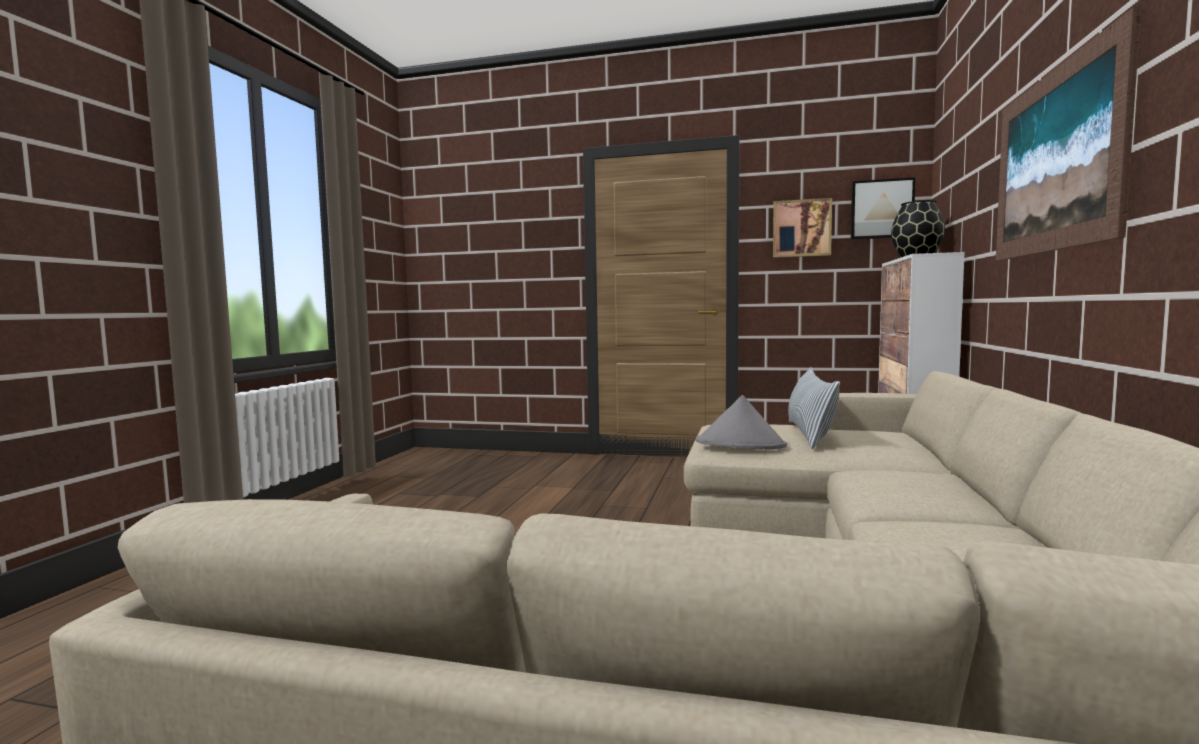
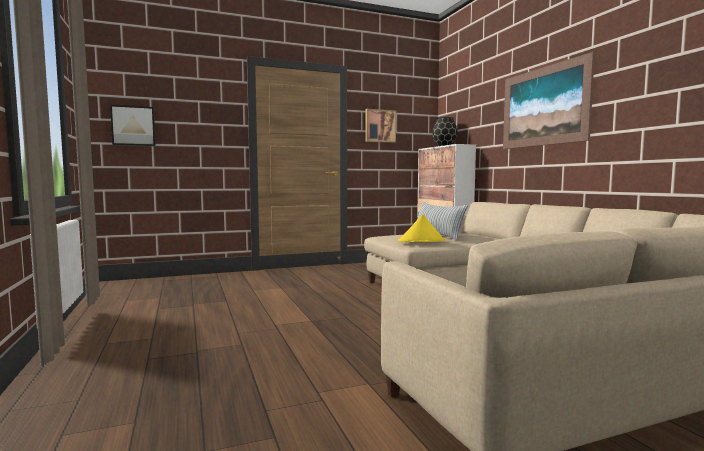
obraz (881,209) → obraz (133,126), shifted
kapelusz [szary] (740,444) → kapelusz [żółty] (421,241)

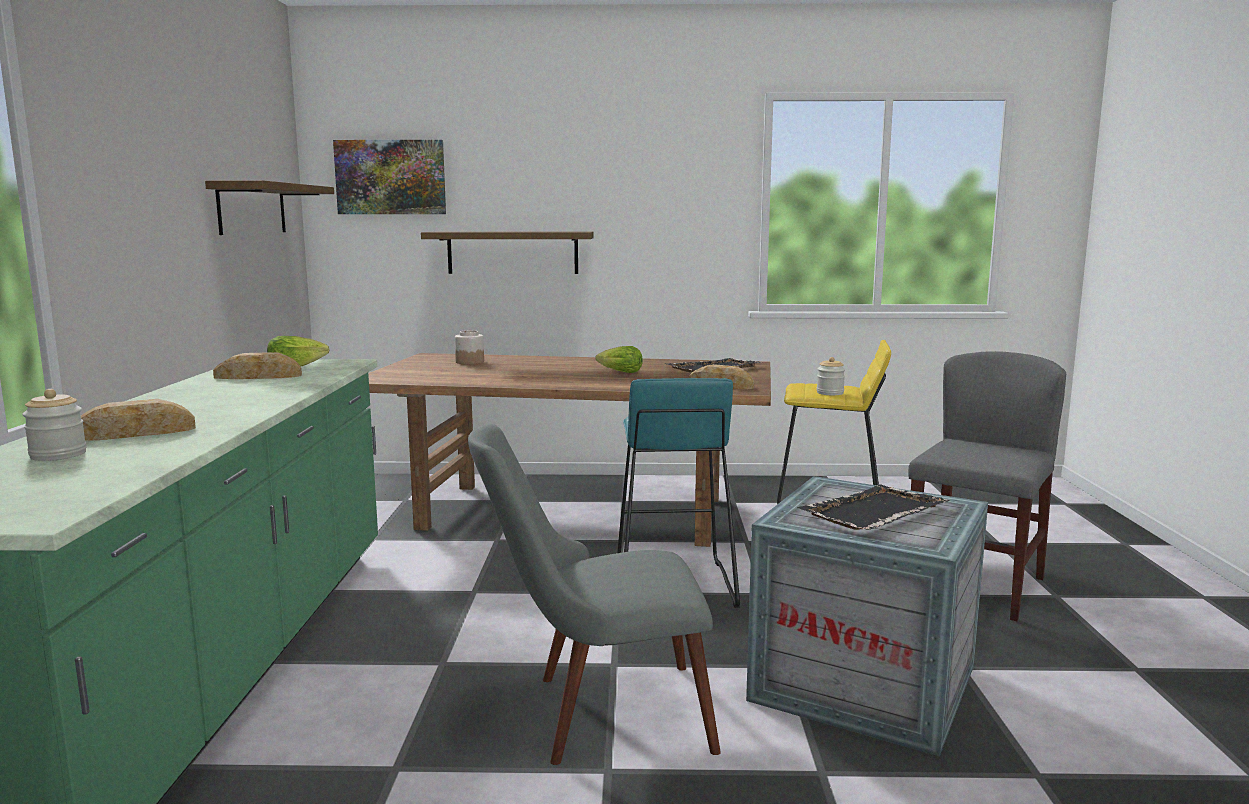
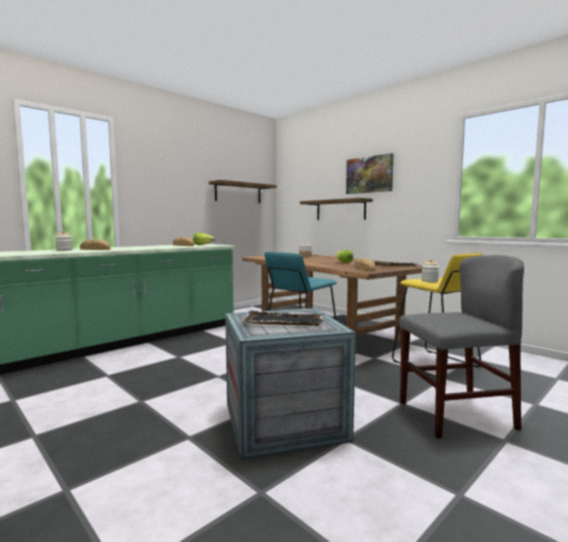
krzesło [szary] (596,714) → -
obraz (391,177) → obraz (369,174), shifted

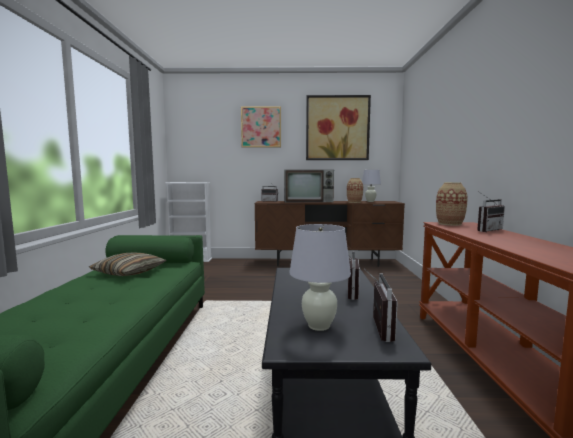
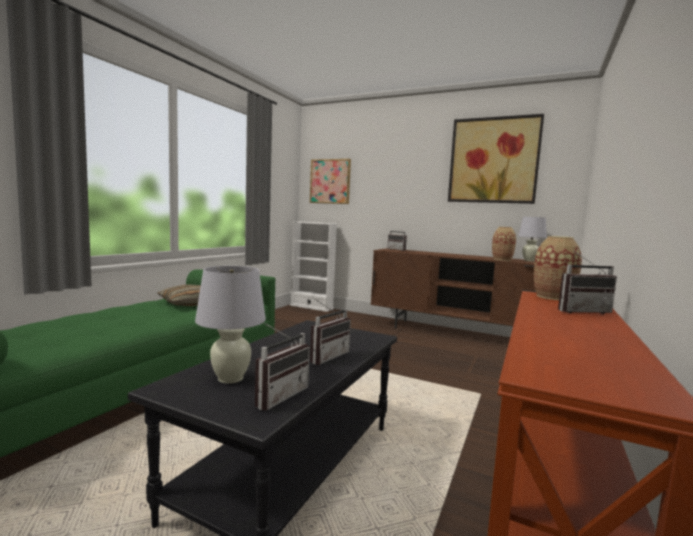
telewizor (309,201) → -
obraz (261,127) → obraz (330,181), shifted

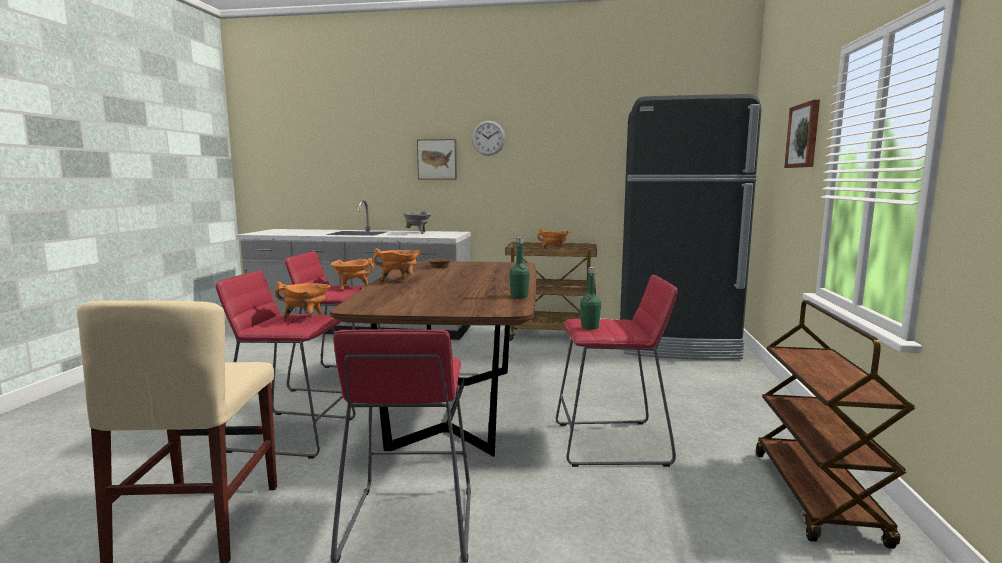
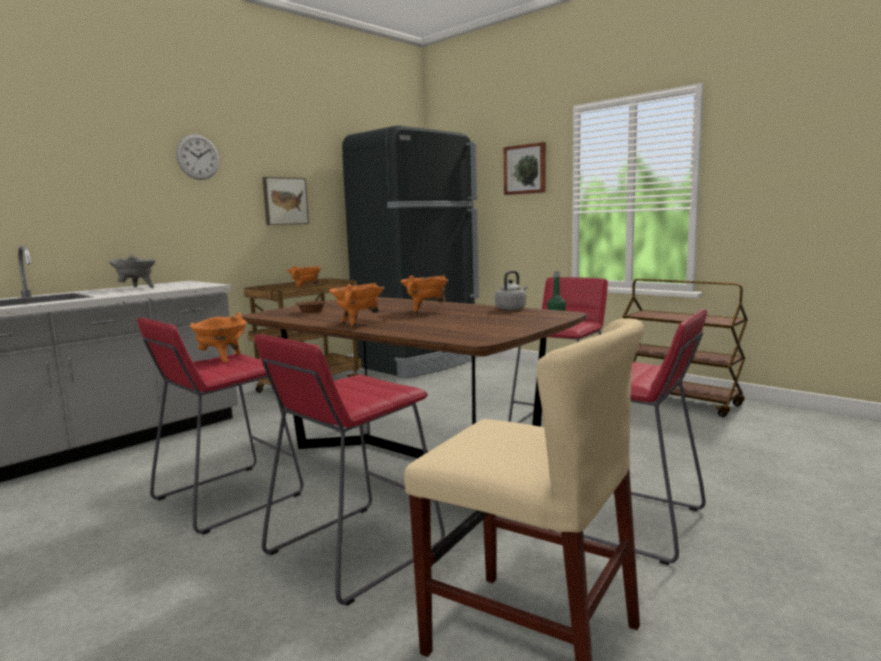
garnek [pomarańczowy] (306,318) → garnek [pomarańczowy] (425,311), shifted
obraz (437,159) → obraz (284,201), shifted
butelka [zielony] (519,296) → czajnik [szary] (512,309)

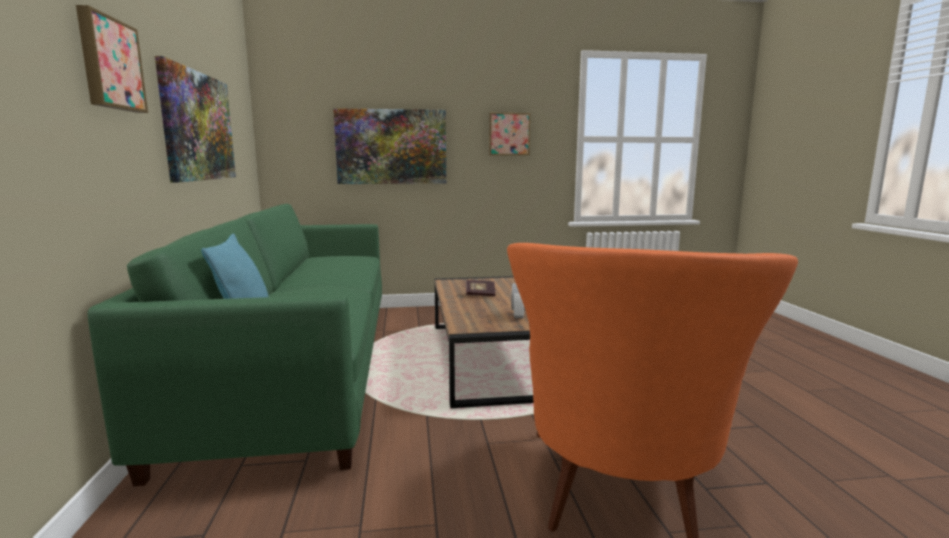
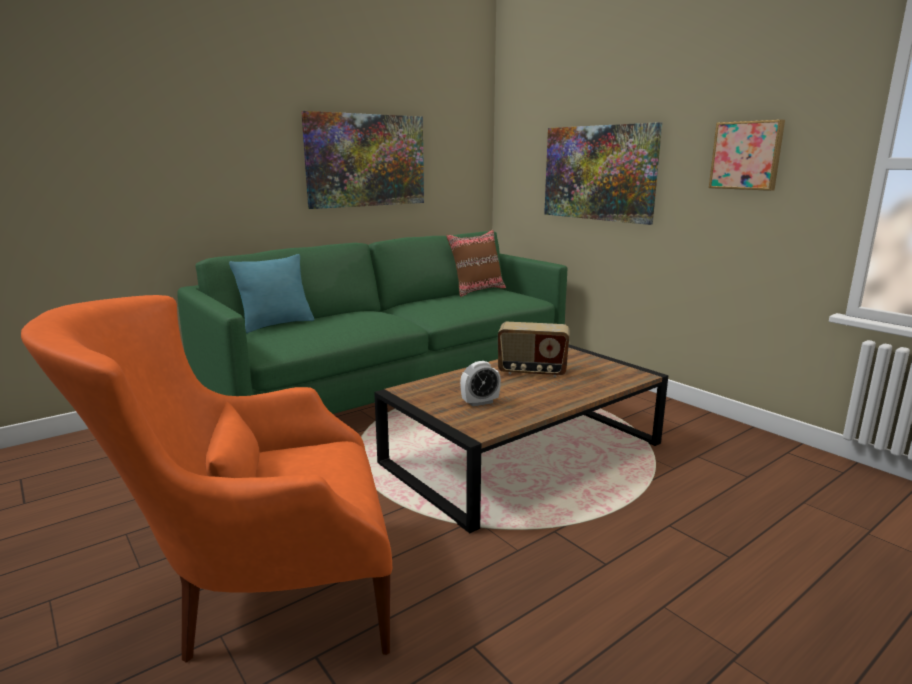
obraz (109,64) → -
- → poduszka [brązowy] (477,290)
książka (480,294) → radio (532,371)

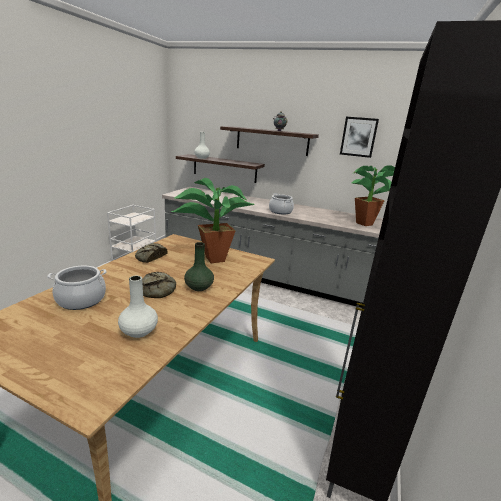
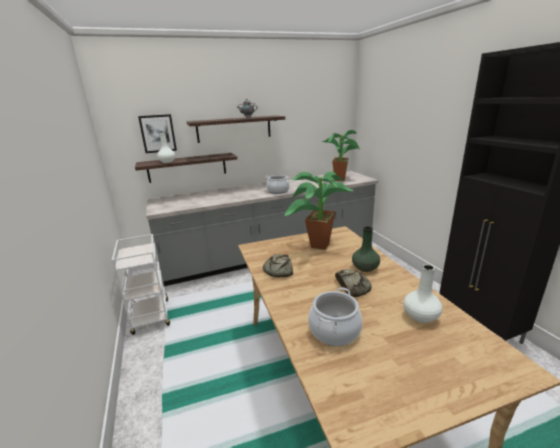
obraz (358,137) → obraz (158,133), shifted

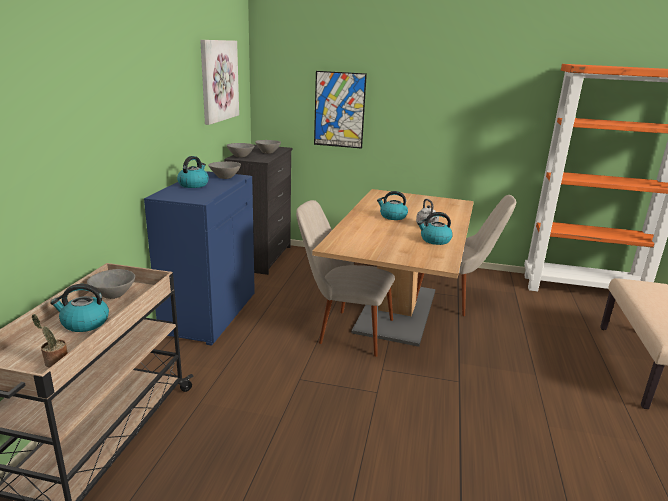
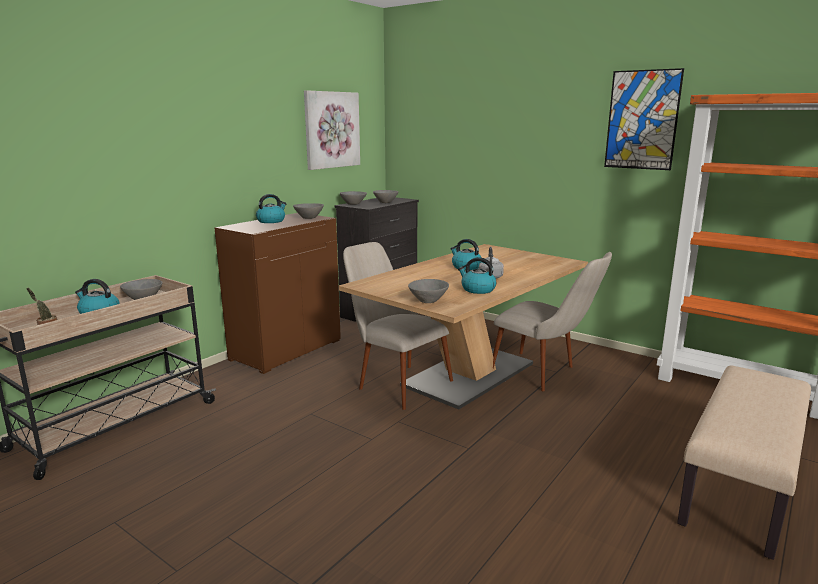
- → miska [szary] (427,301)
obraz (339,110) → obraz (642,120), shifted
szafka [niebieski] (209,314) → szafka [brązowy] (286,349)

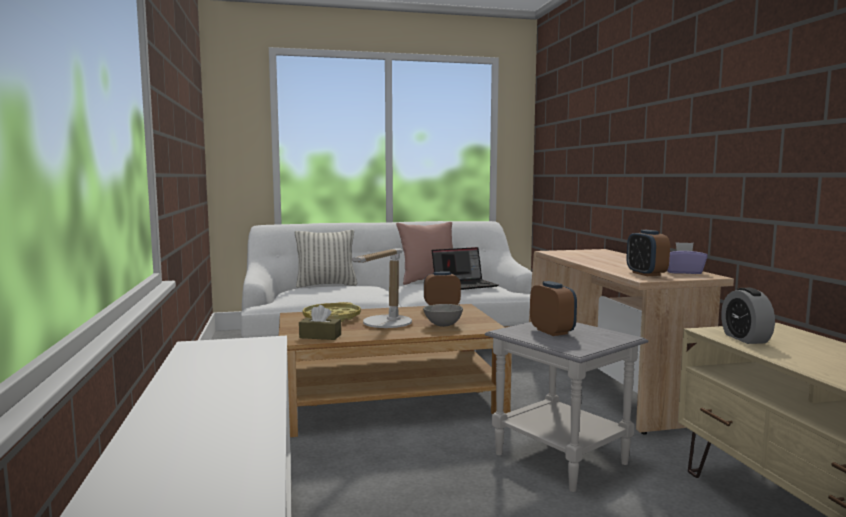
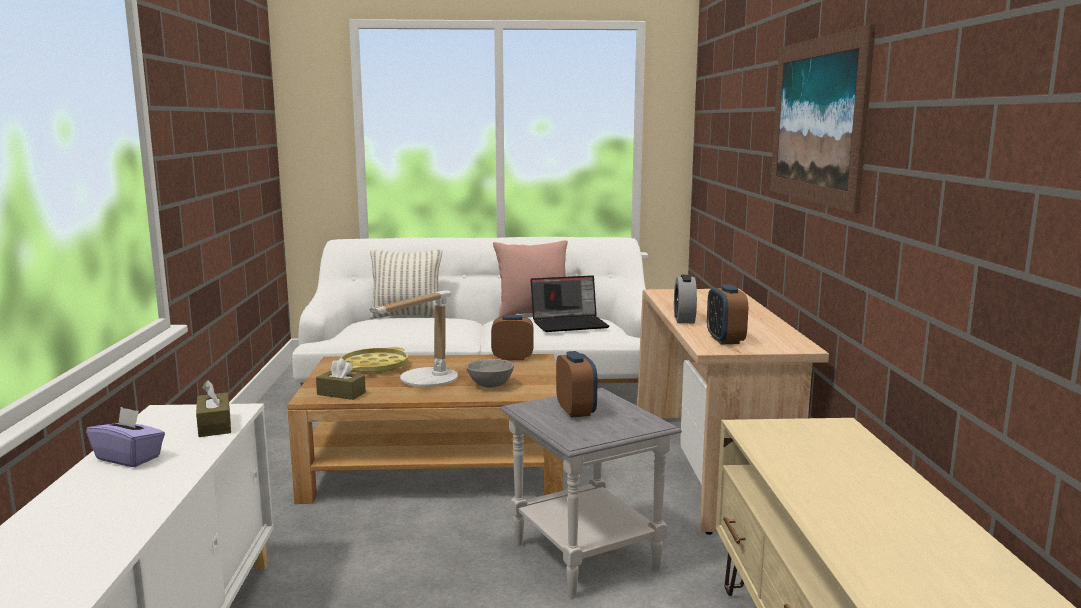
- → pudełko chusteczek [brązowy] (214,425)
- → obraz (816,120)
pudełko chusteczek [fioletowy] (683,272) → pudełko chusteczek [fioletowy] (129,458), shifted
budzik (745,338) → budzik (684,319), shifted

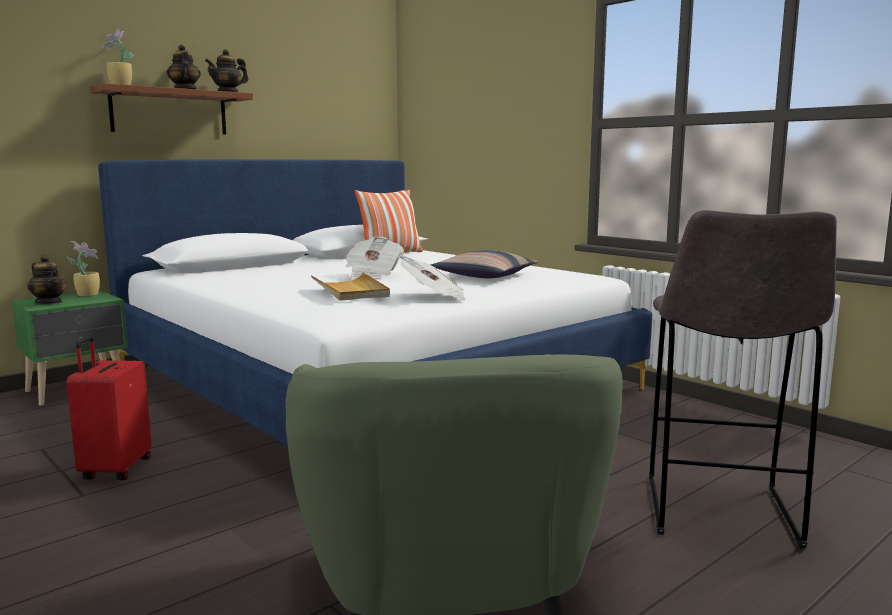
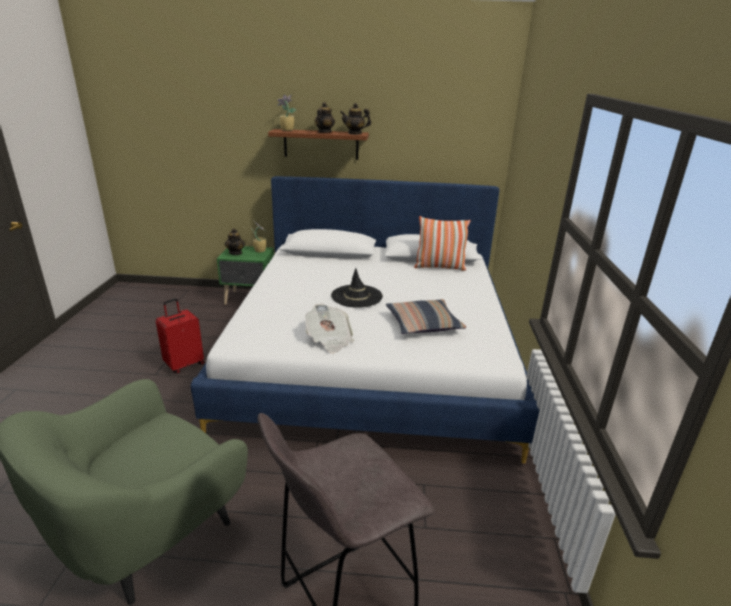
taca [beżowy] (350,290) → -
gazeta (372,275) → kapelusz [czarny] (356,296)

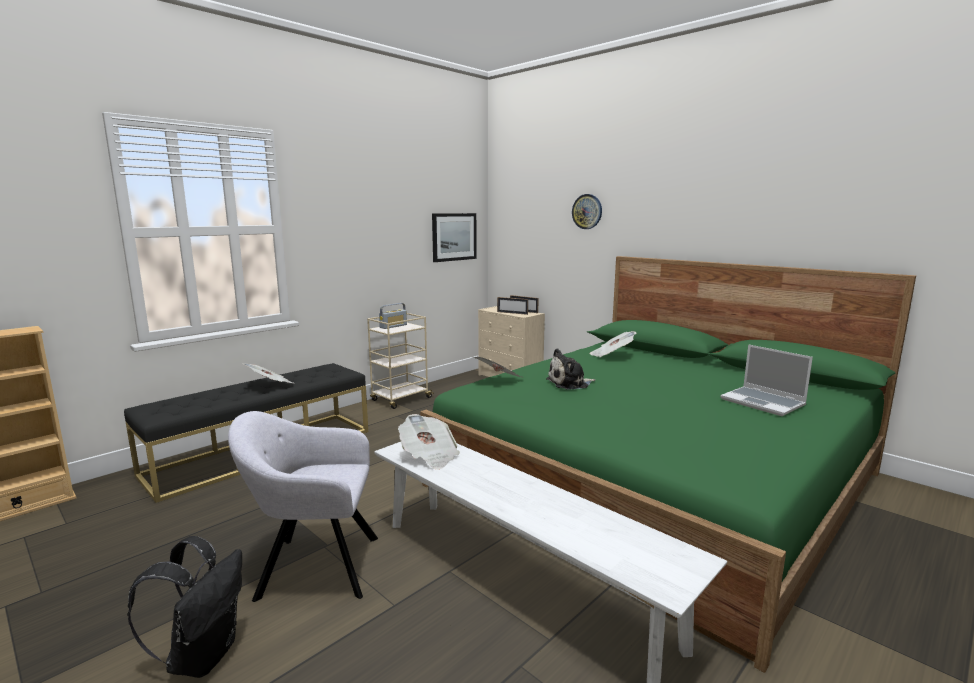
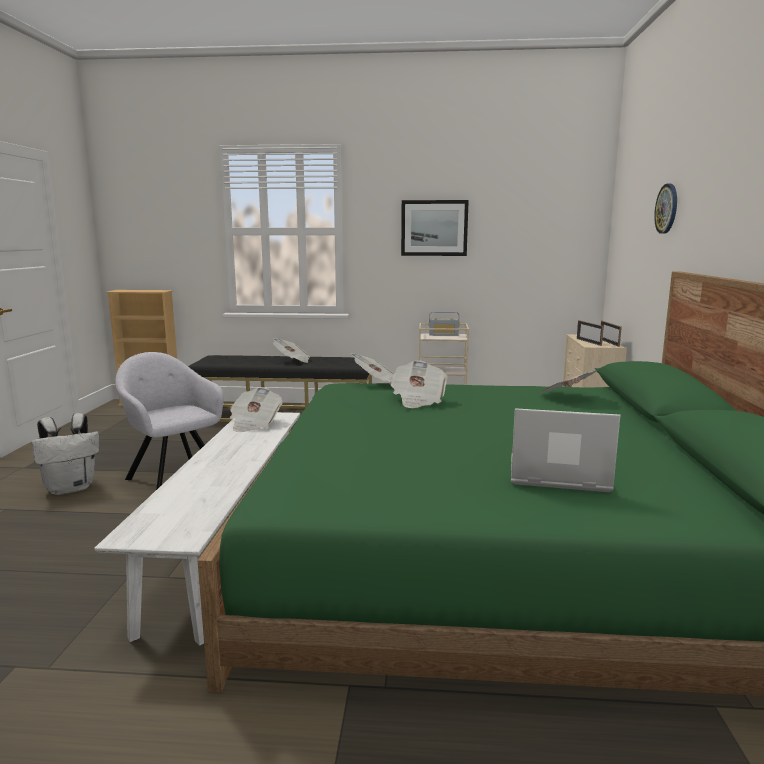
obraz (454,237) → obraz (434,228), shifted
pluszak (570,383) → gazeta (418,400)
plecak [czarny] (203,655) → plecak [biały] (71,488)
laptop (764,402) → laptop (557,475), 90 degrees clockwise

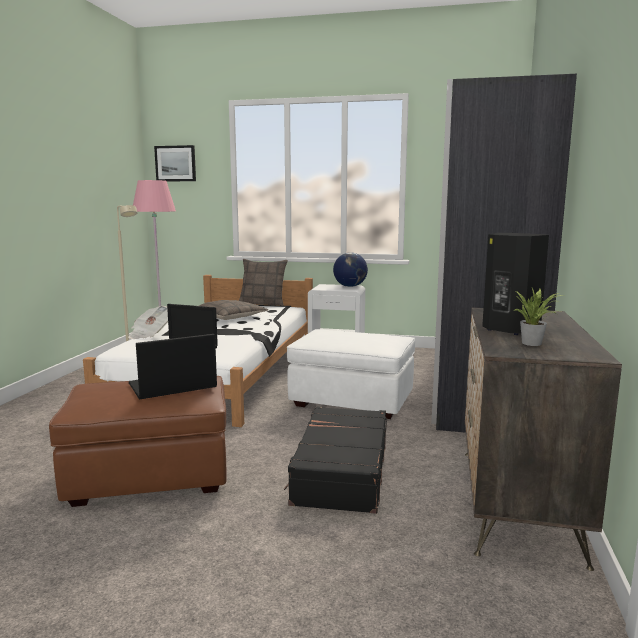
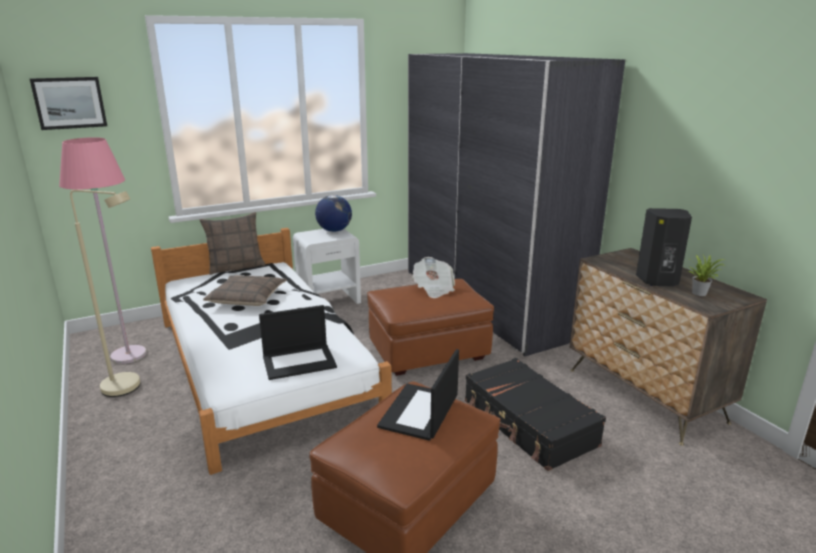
gazeta (150,334) → gazeta (433,289), shifted
pufa [biały] (352,400) → pufa [brązowy] (428,351)

